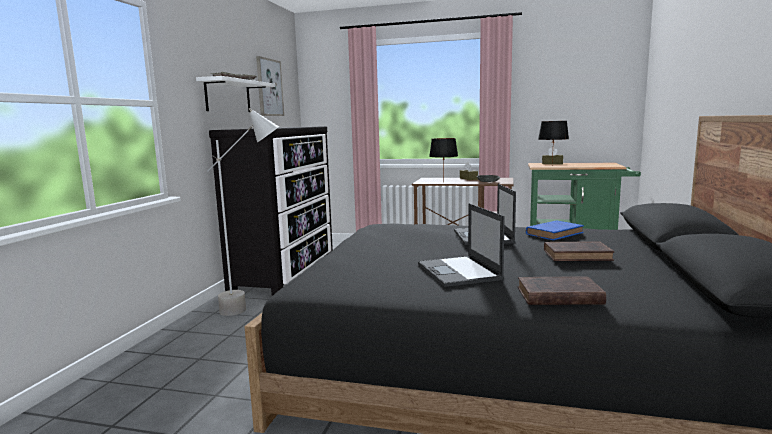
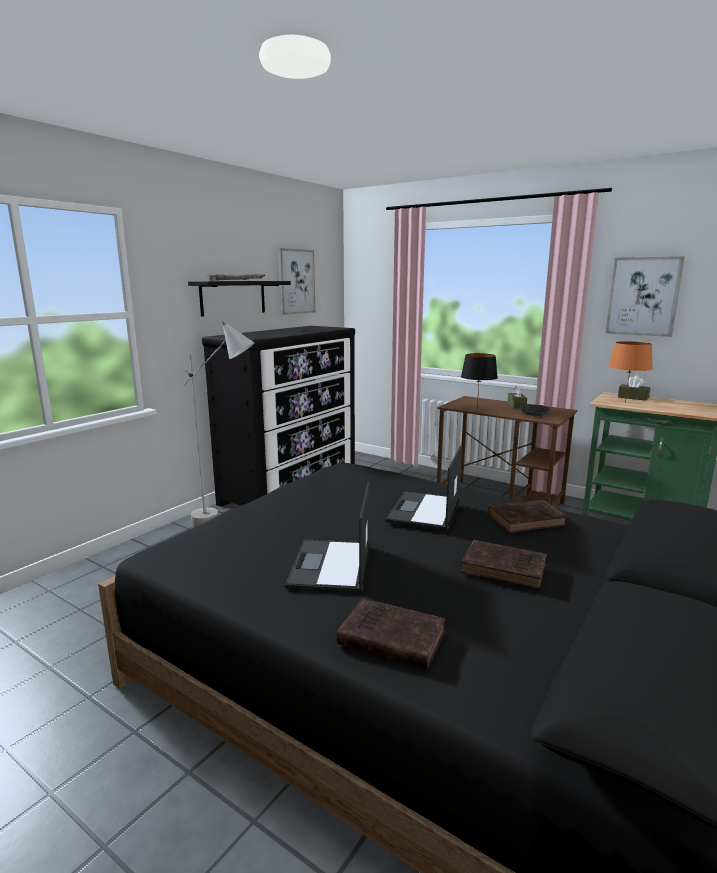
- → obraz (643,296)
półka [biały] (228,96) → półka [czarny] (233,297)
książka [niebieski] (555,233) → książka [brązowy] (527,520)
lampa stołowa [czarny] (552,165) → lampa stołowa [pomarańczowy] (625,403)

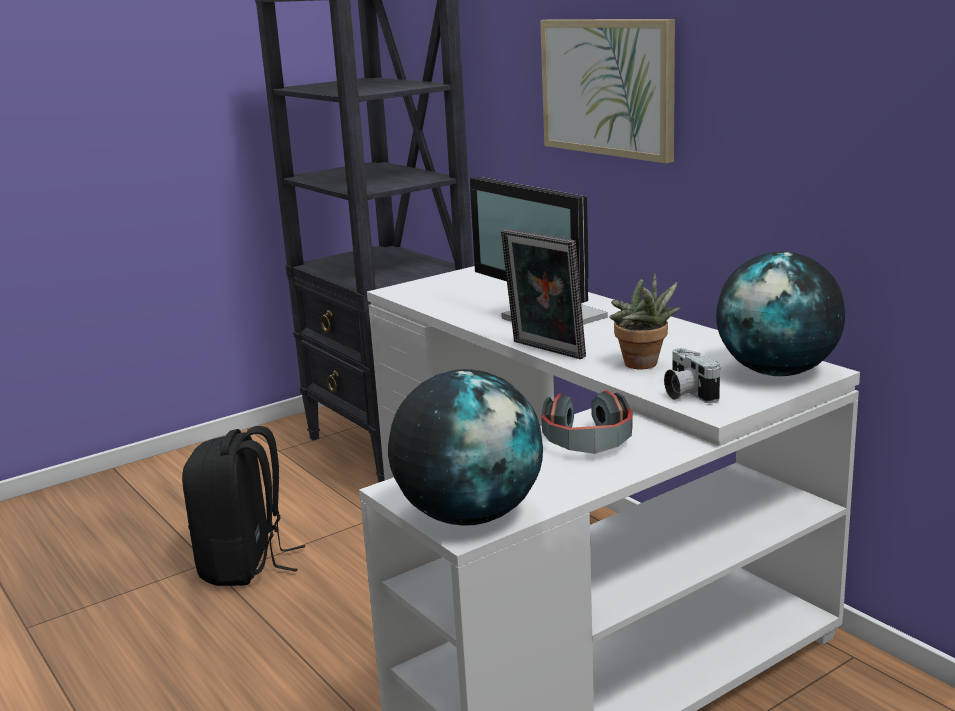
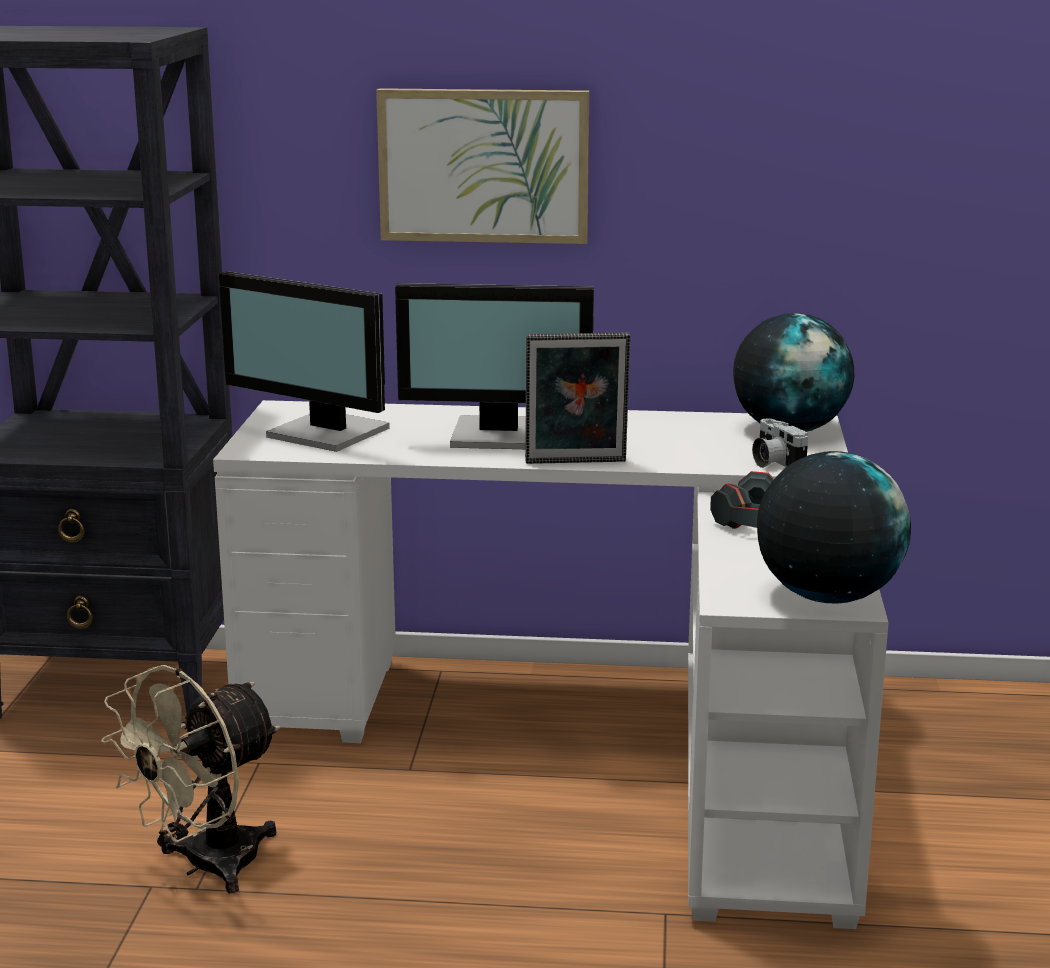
roślina doniczkowa (643,365) → -
- → monitor (326,434)
plecak [czarny] (245,565) → wentylator [beżowy] (206,866)
aparat fotograficzny (686,393) → aparat fotograficzny (773,462), 45 degrees clockwise

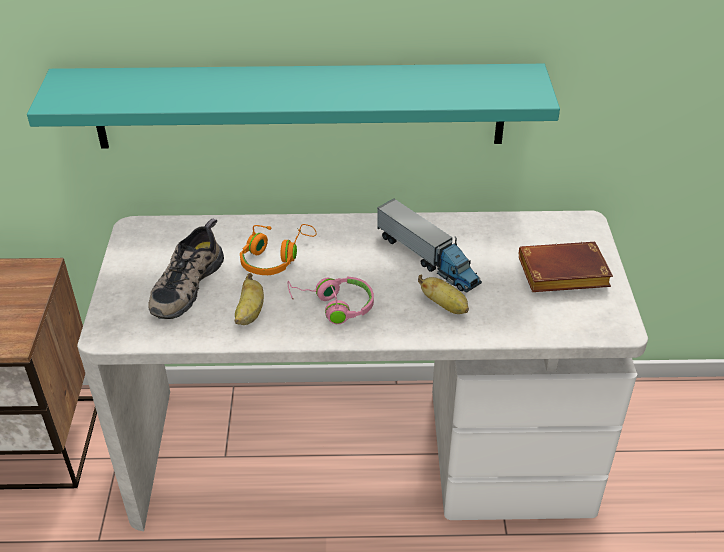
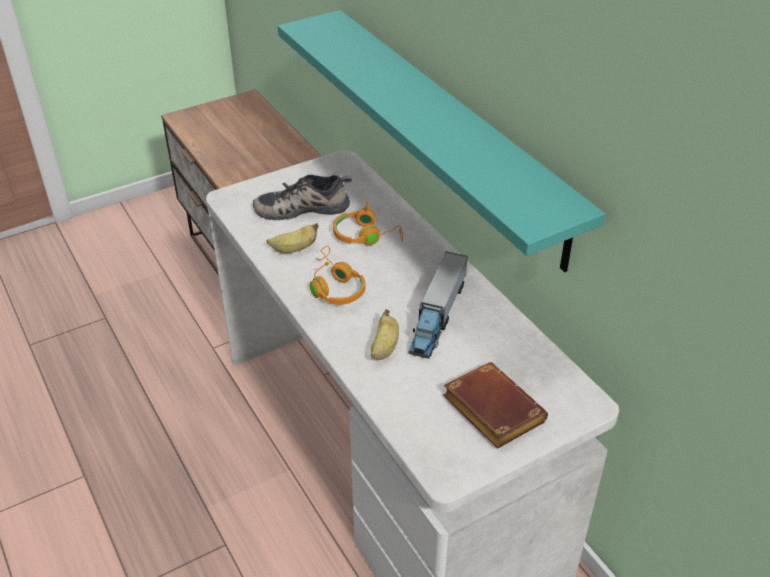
słuchawki [różowy] (333,306) → słuchawki [pomarańczowy] (335,286)

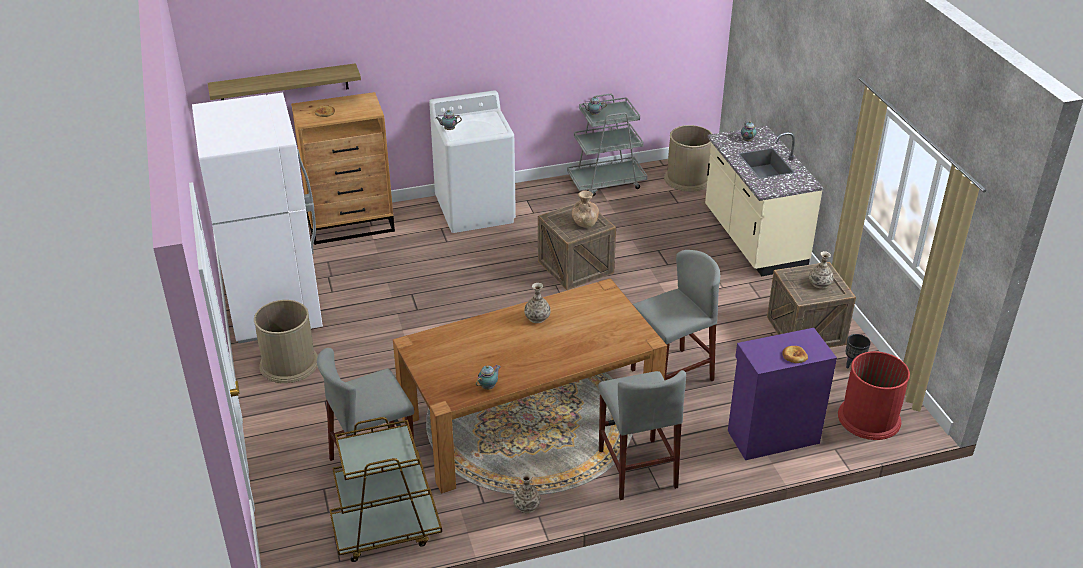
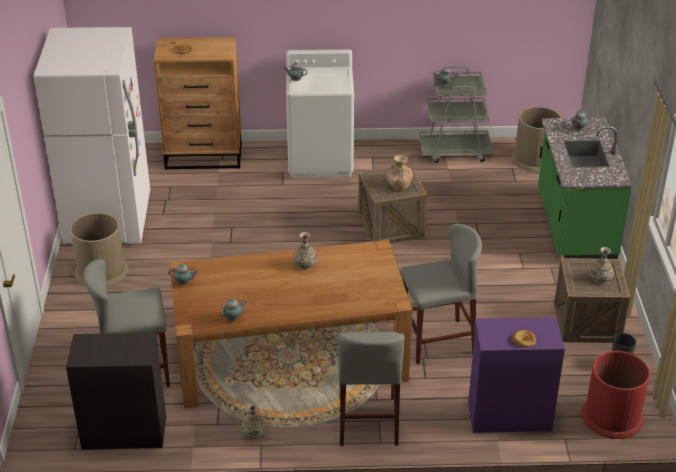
półka (284,85) → -
- → imbryk (184,283)
wózek [brązowy] (386,531) → szafka [czarny] (124,431)
zabudowa kuchenna [beżowy] (753,239) → zabudowa kuchenna [zielony] (573,227)

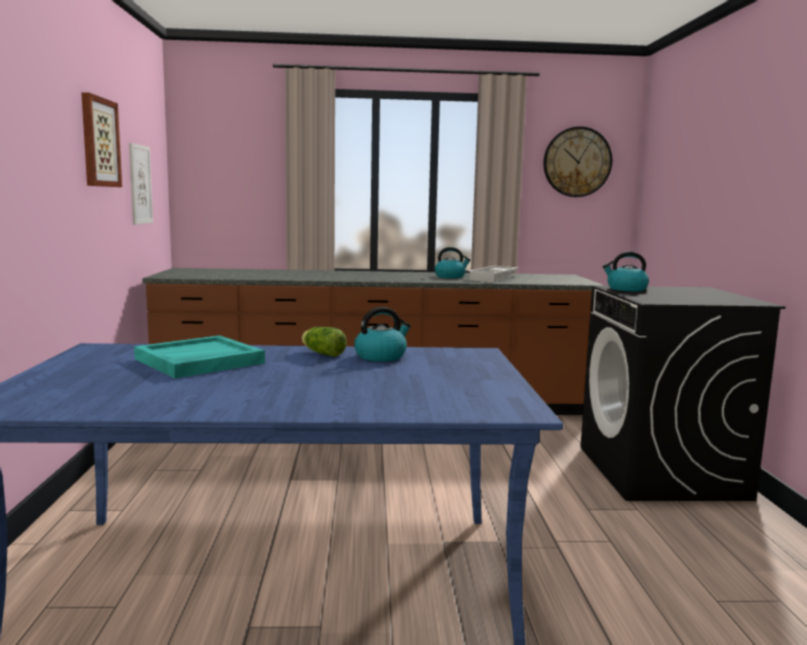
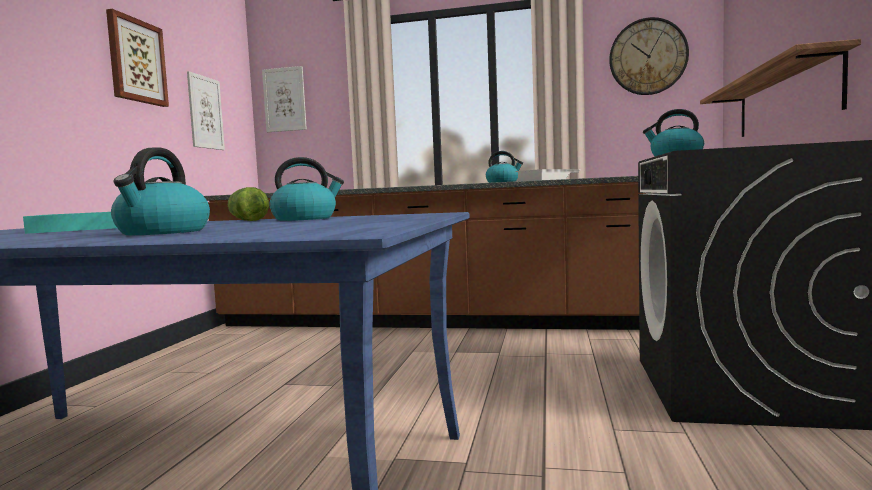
- → czajnik (163,232)
- → obraz (284,99)
- → półka (784,100)

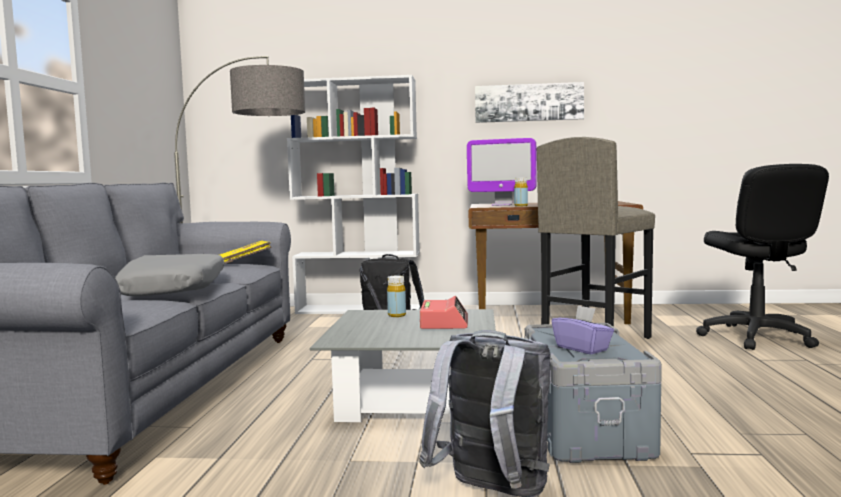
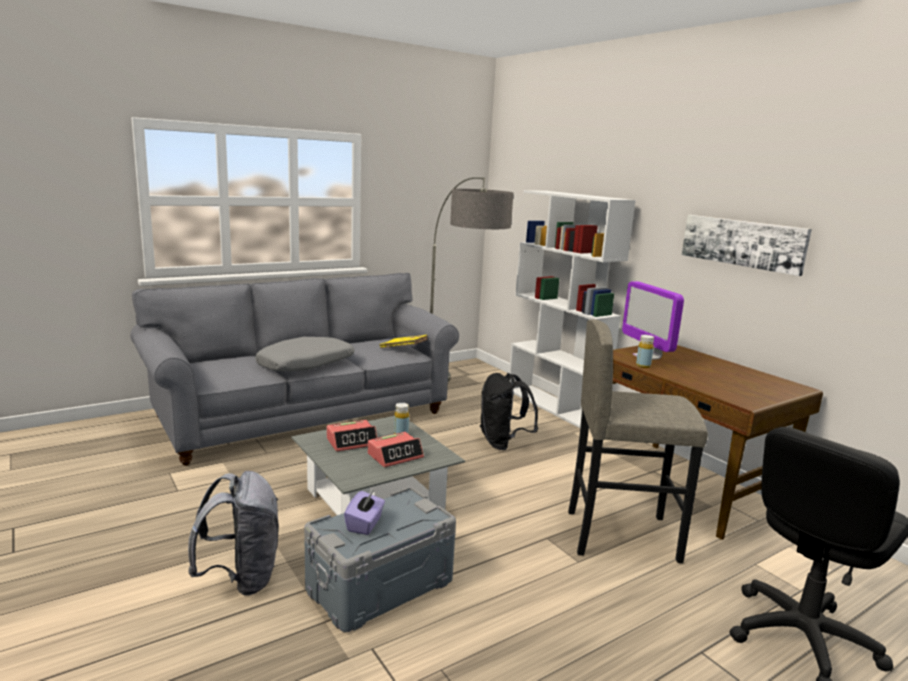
- → budzik (352,442)

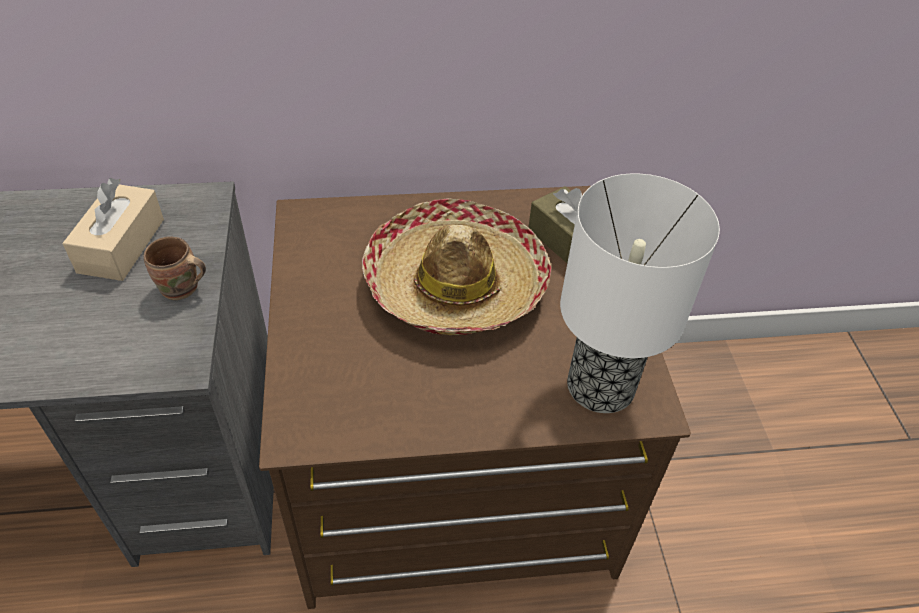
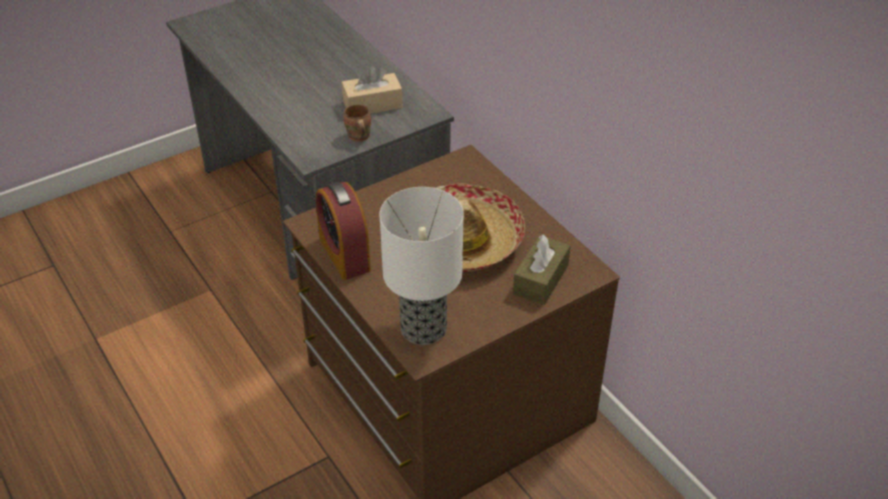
- → budzik (344,254)

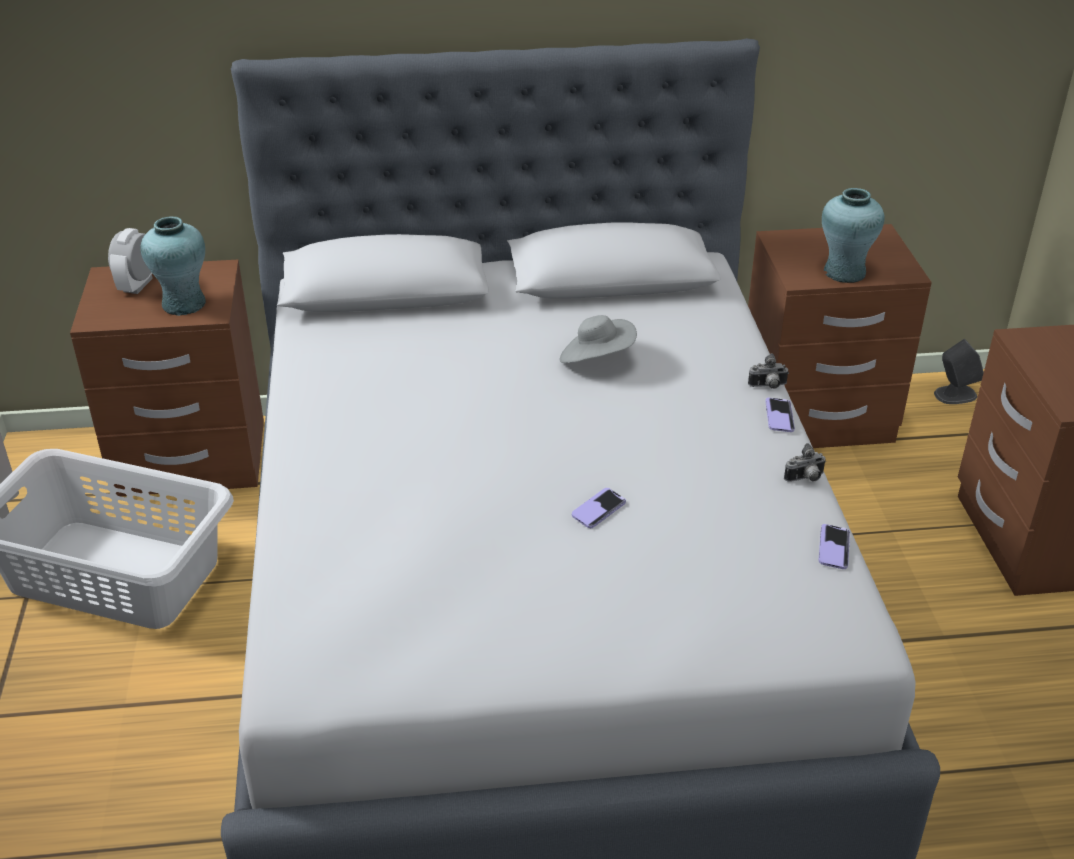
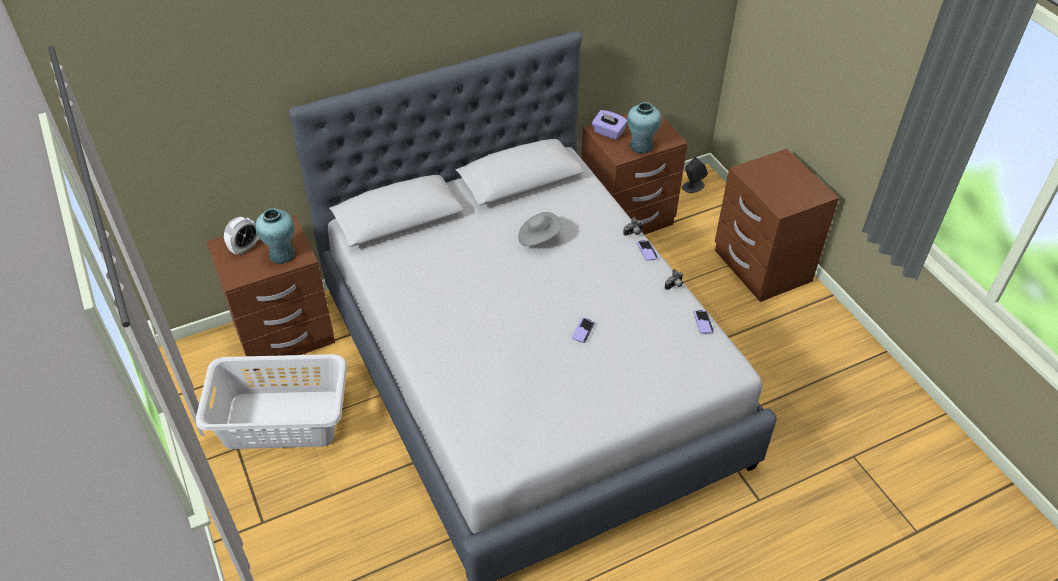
- → pudełko chusteczek [fioletowy] (608,132)
budzik (138,285) → budzik (245,247), 135 degrees counterclockwise

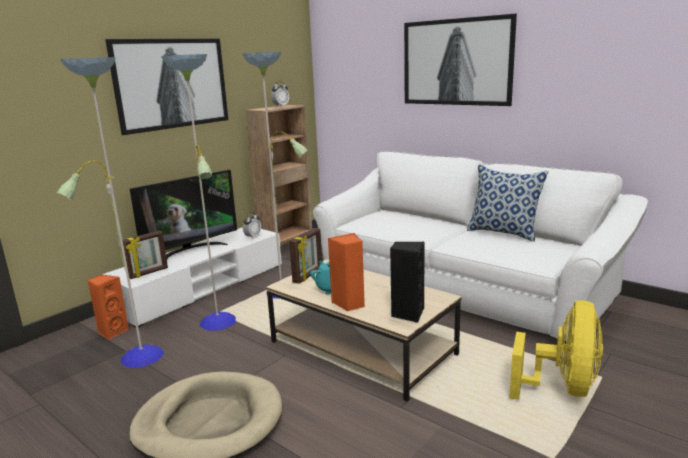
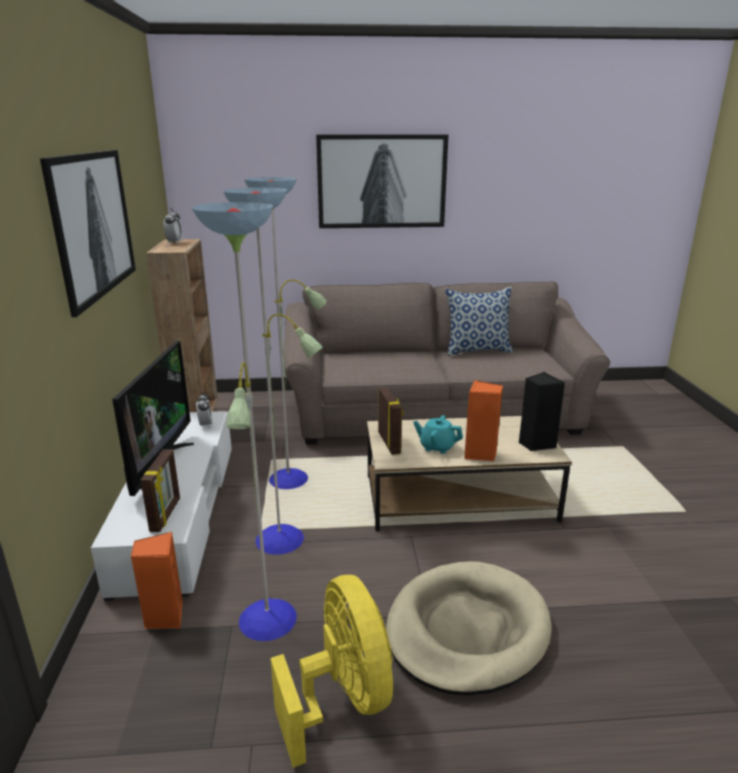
wentylator [żółty] (562,388) → wentylator [żółty] (342,699), shifted
kanapa [biały] (460,287) → kanapa [brązowy] (435,413)

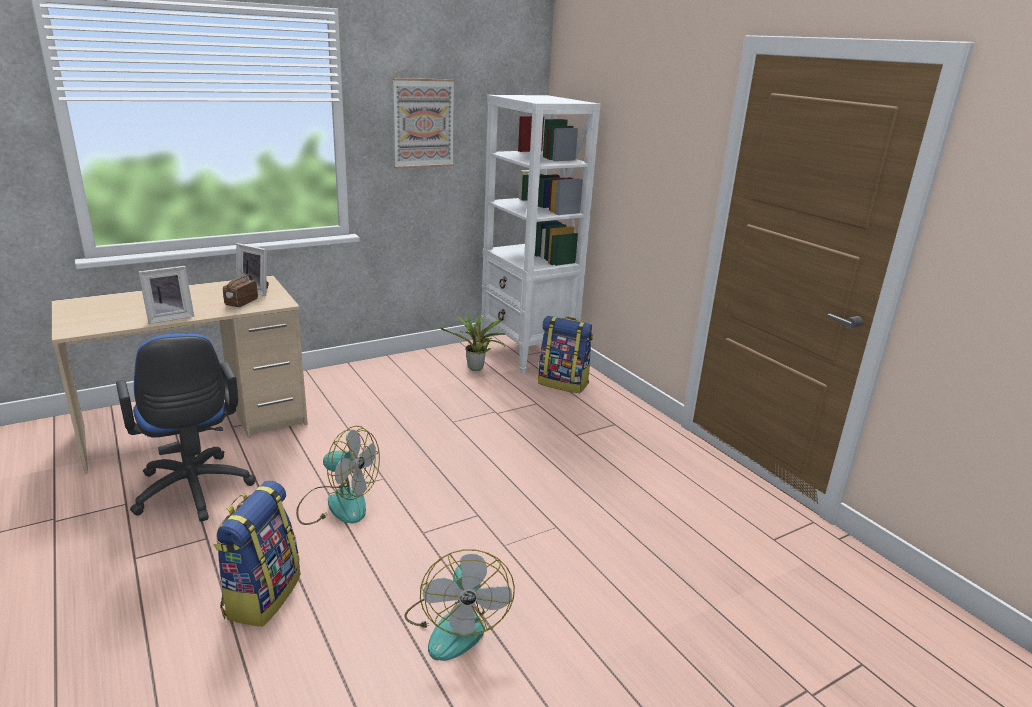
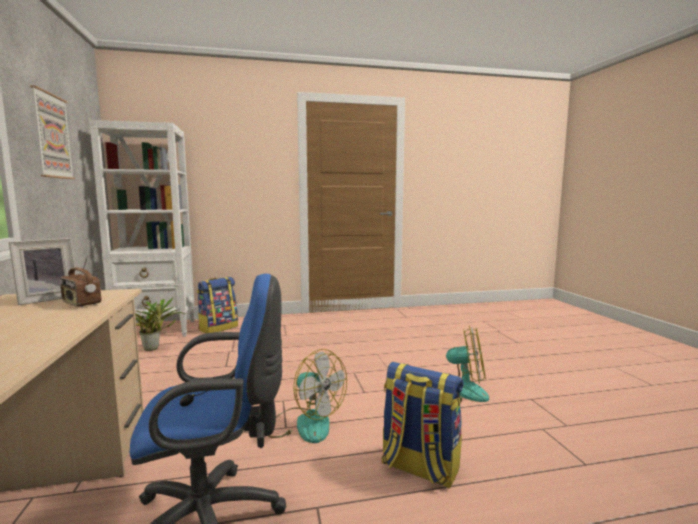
ramka na zdjęcie (170,317) → -
wentylator (337,504) → wentylator (305,424), 90 degrees clockwise

